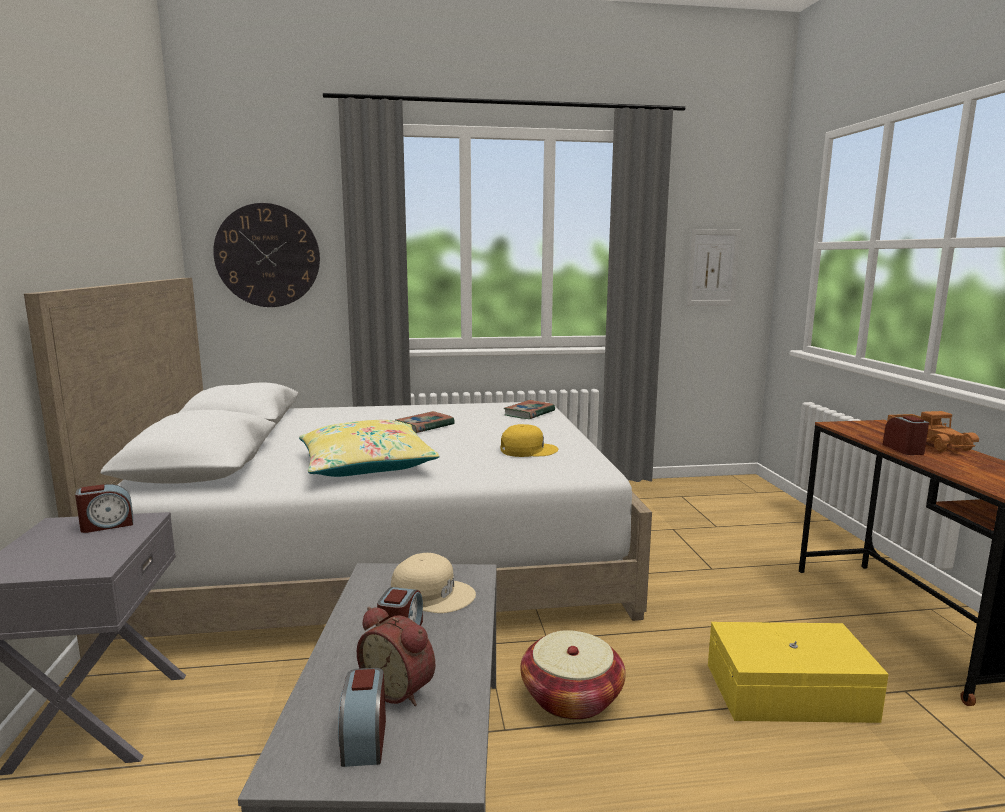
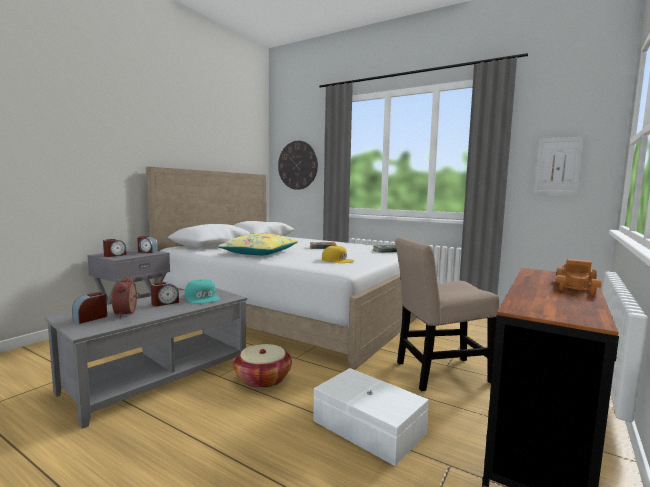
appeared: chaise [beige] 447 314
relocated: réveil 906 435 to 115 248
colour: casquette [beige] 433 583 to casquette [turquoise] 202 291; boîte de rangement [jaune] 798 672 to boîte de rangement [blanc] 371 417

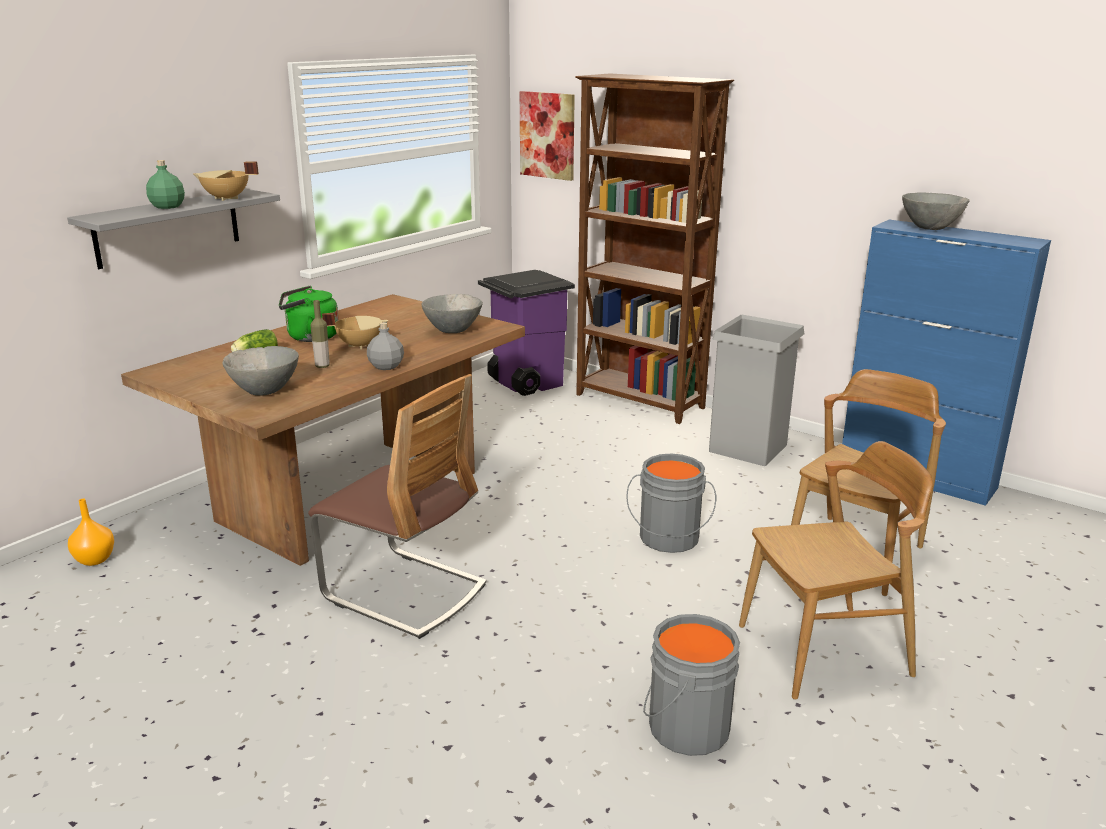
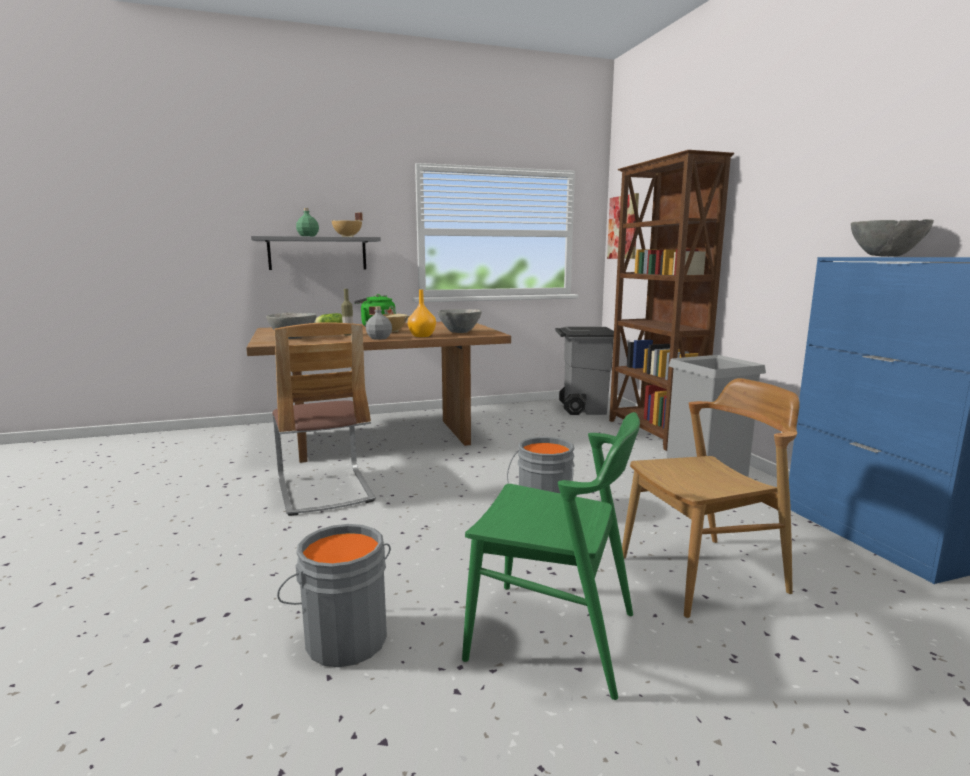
relocated: vase [orange] 91 532 to 422 313
colour: chaise [marron] 836 570 to chaise [vert] 551 556; poubelle [violet] 526 333 to poubelle [gris] 584 371

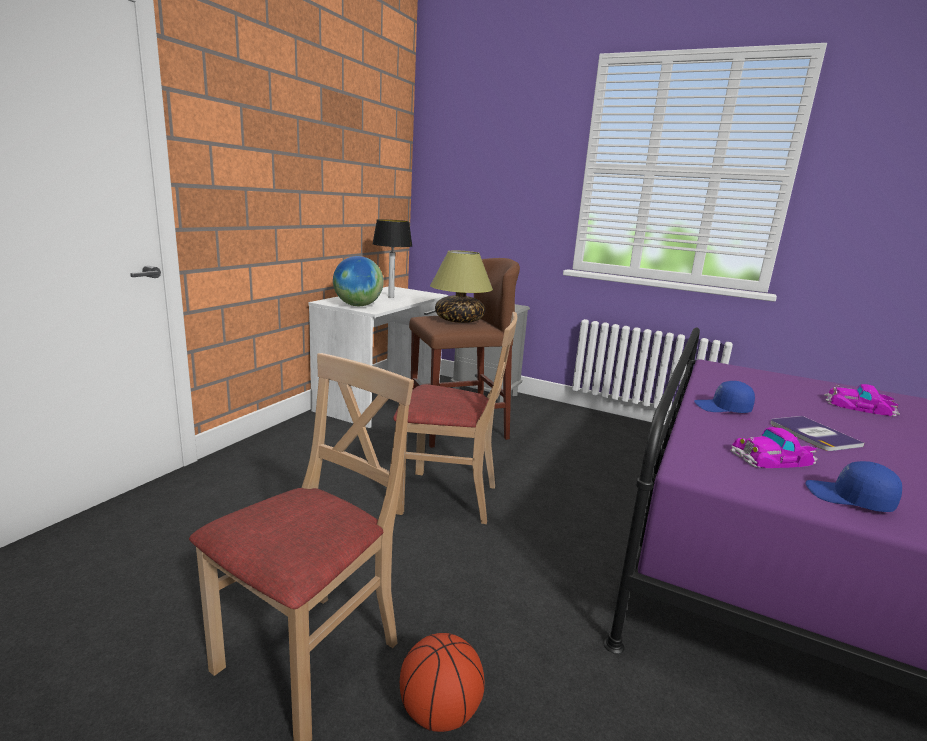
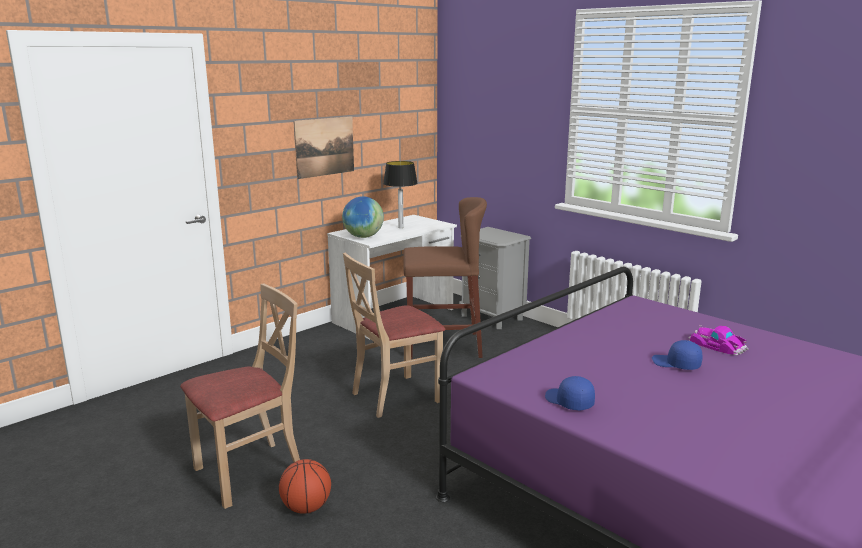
missing: lampe de table 461 286; petite voiture 774 447; livre 817 433
appeared: tableau 324 147
relocated: casquette [bleu] 724 397 to 677 355
spun: chaise [beige] 455 418 = 394 335 120 degrees clockwise

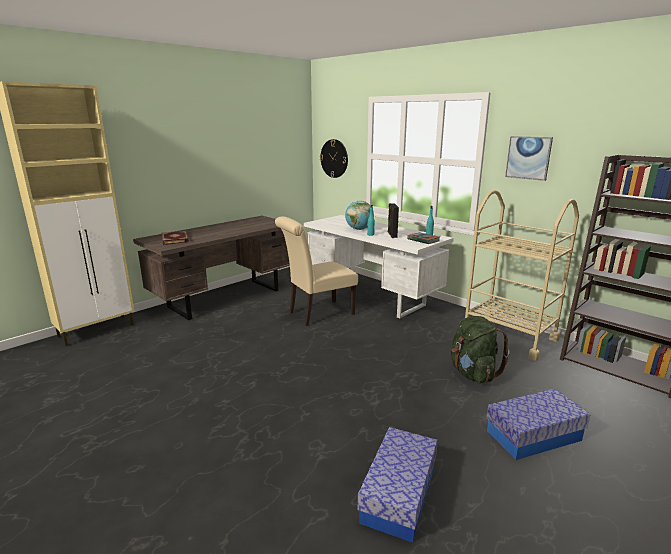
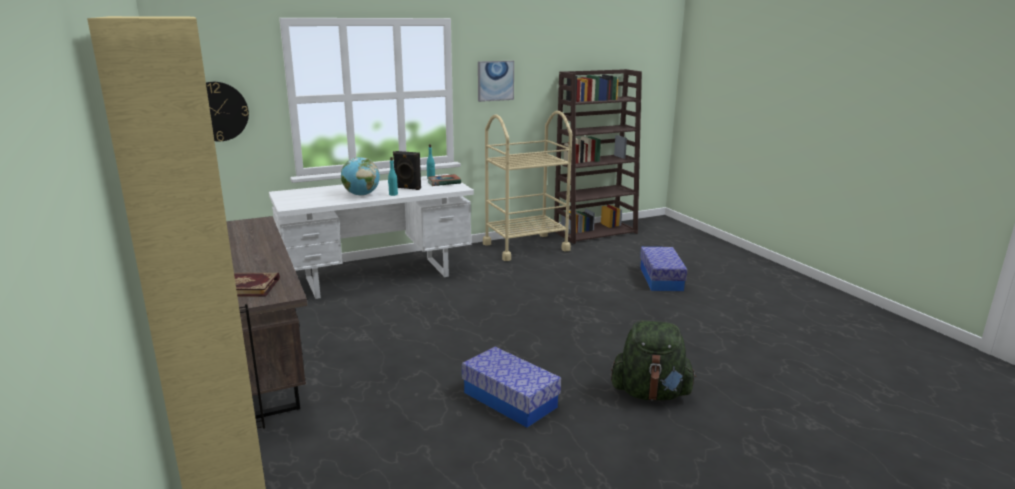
missing: chaise [beige] 316 271
relocated: boîte de rangement 397 484 to 511 387; sac à dos [vert] 480 349 to 654 361

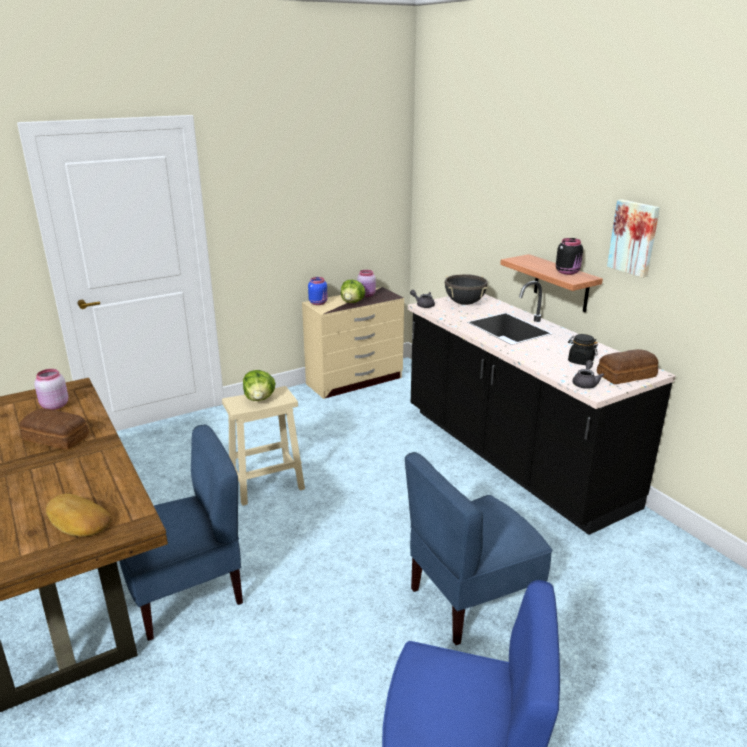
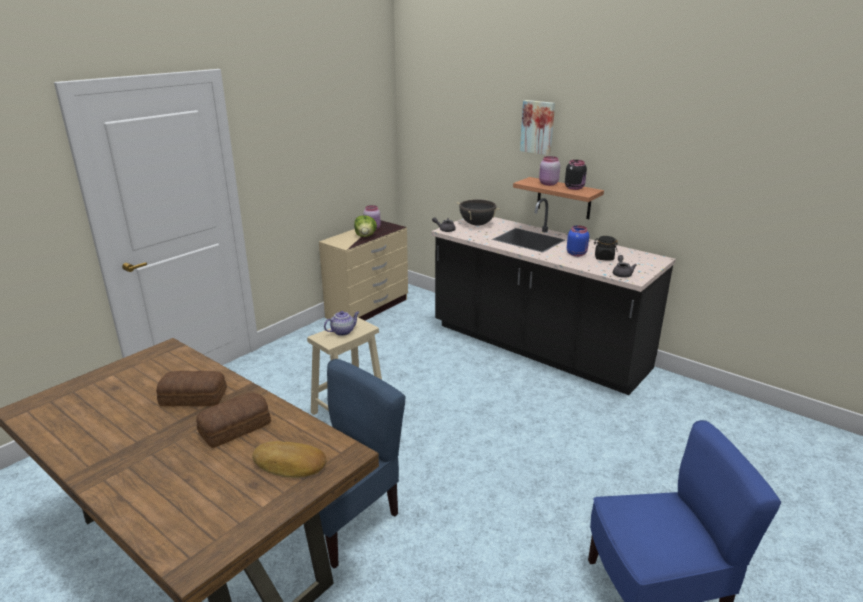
missing: chaise [bleu] 478 548
relocated: pain 627 366 to 233 420; tableau 633 238 to 537 127; bocal [rose] 51 389 to 549 171; bocal [bleu] 318 291 to 578 241
exchanged: laitue 259 385 to théière 341 323

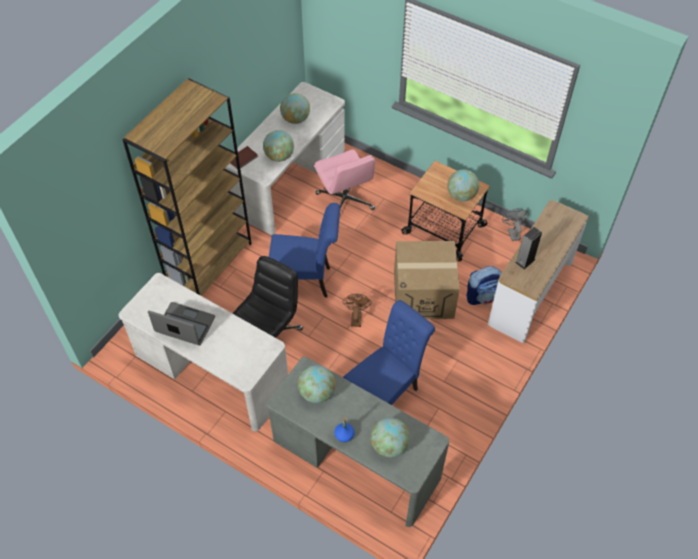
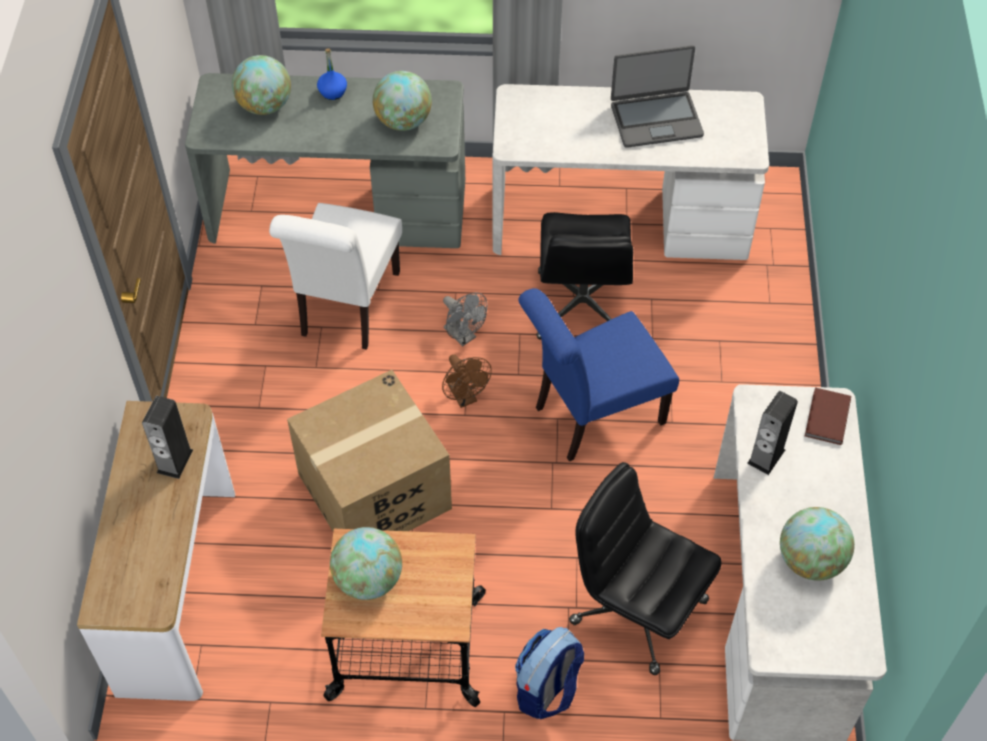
missing: bibliothèque [marron] 187 187
relocated: ventilateur [gris] 515 224 to 465 319; sac à dos 484 285 to 549 673
exchanged: globe 278 146 to enceinte 772 433
colour: chaise [bleu] 389 352 to chaise [blanc] 335 276; chaise de bureau [rose] 344 179 to chaise de bureau [noir] 645 568

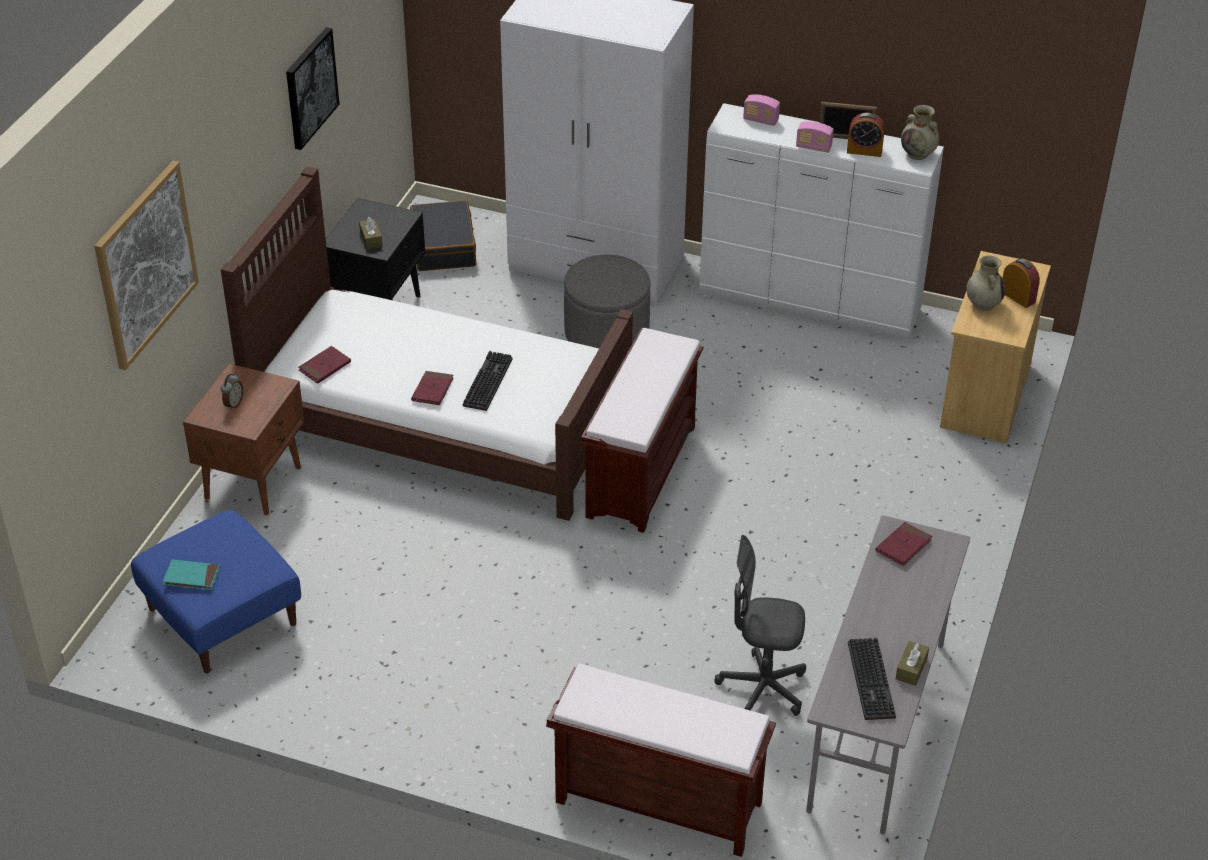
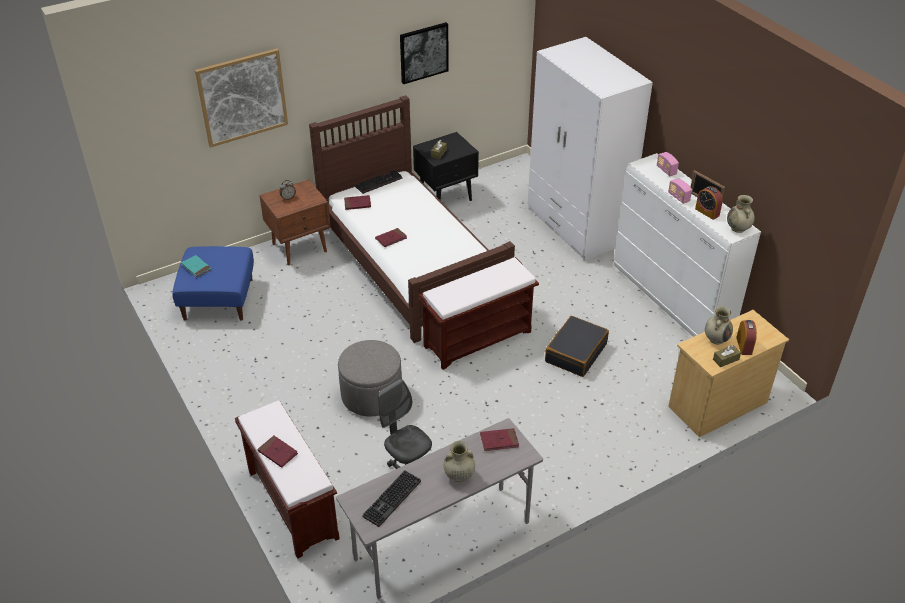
appeared: livre [rouge] 277 451; vase [beige] 459 461
relocated: pouf [gris] 607 301 to 370 378; clavier 487 381 to 379 181; valise [noir] 443 235 to 577 346; boîte à mouchoirs [marron] 912 663 to 727 356

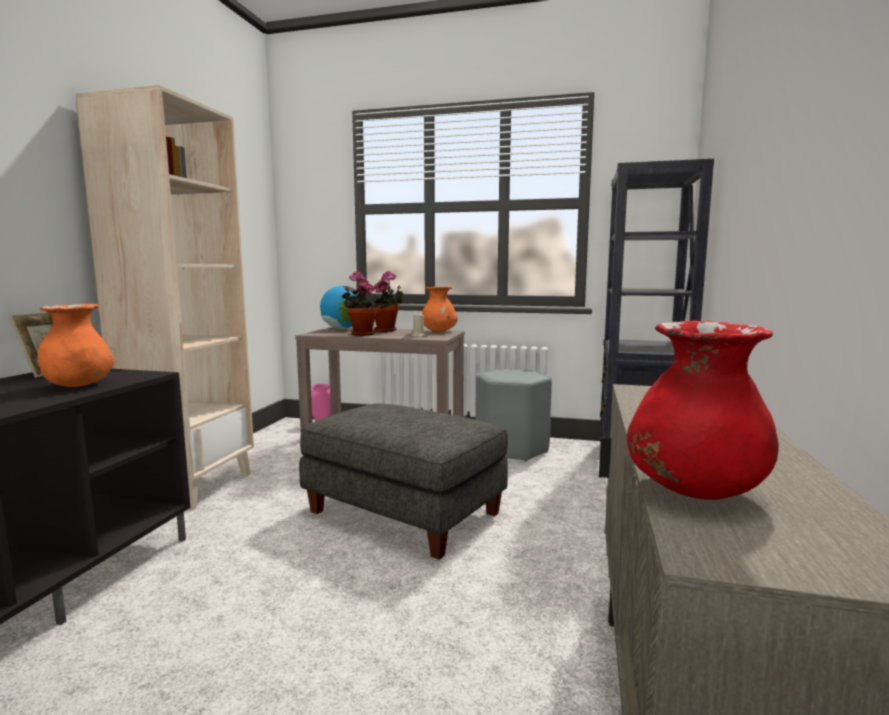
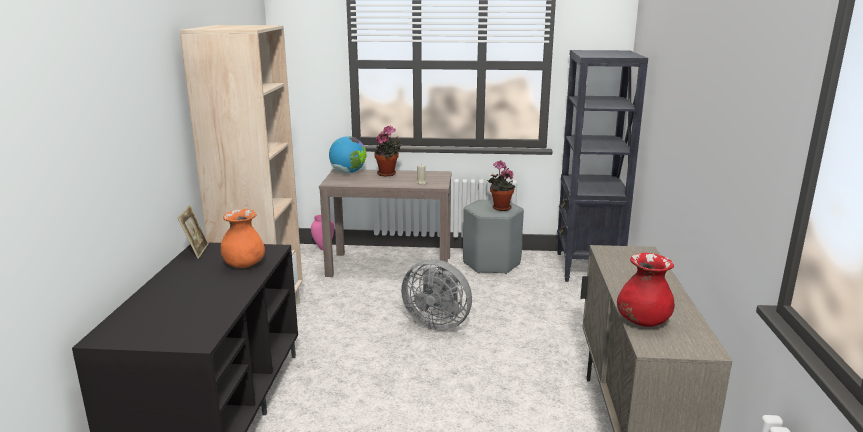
missing: vase [orange] 439 309
relocated: plante en pot 360 303 to 501 185
exchanged: pouf [gris] 403 481 to ventilateur [gris] 436 295

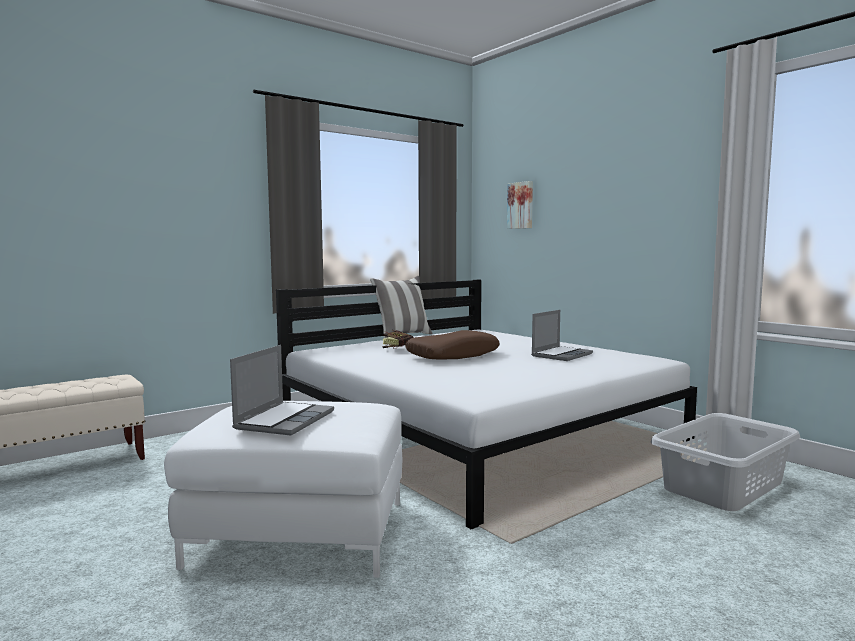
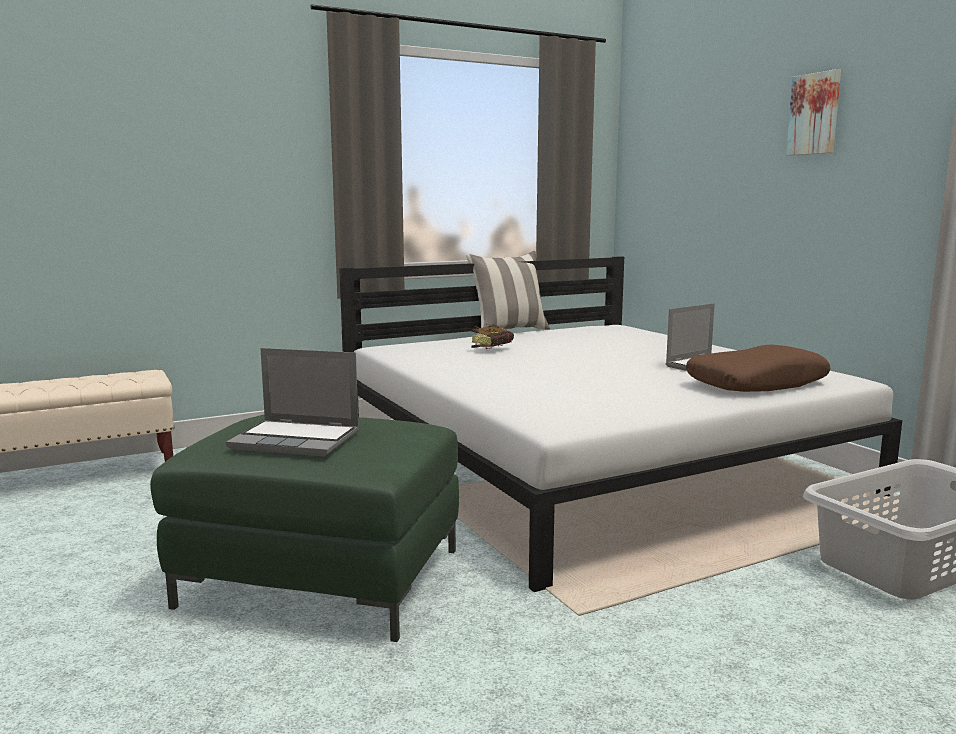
relocated: coussin [marron] 452 344 to 758 368; tableau 520 205 to 813 112
colour: pouf [blanc] 283 489 to pouf [vert] 304 528
spun: ordinateur portable 282 390 = 292 402 75 degrees clockwise

